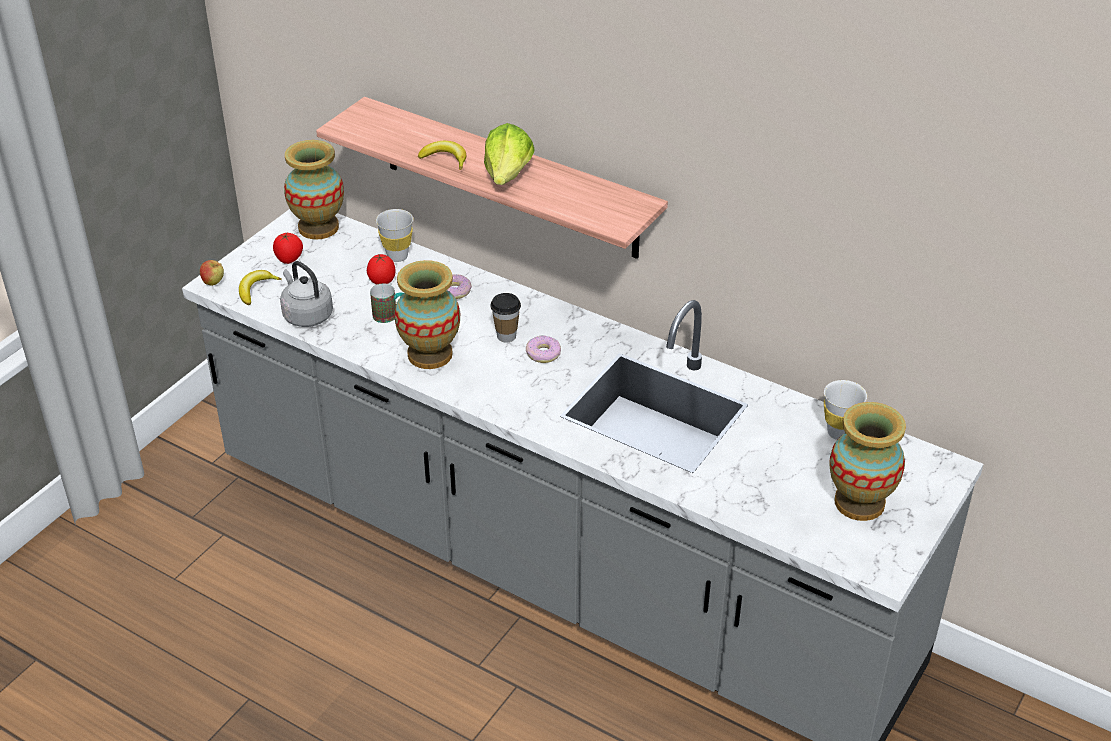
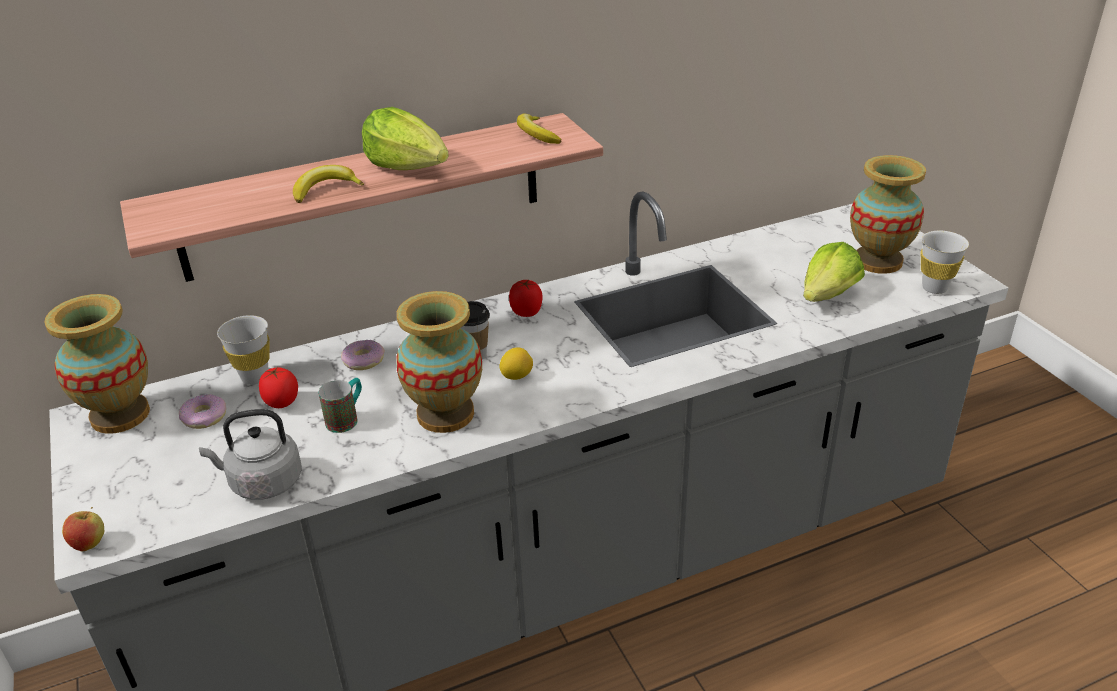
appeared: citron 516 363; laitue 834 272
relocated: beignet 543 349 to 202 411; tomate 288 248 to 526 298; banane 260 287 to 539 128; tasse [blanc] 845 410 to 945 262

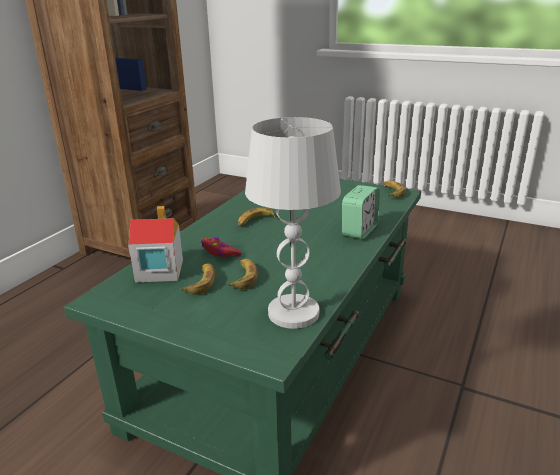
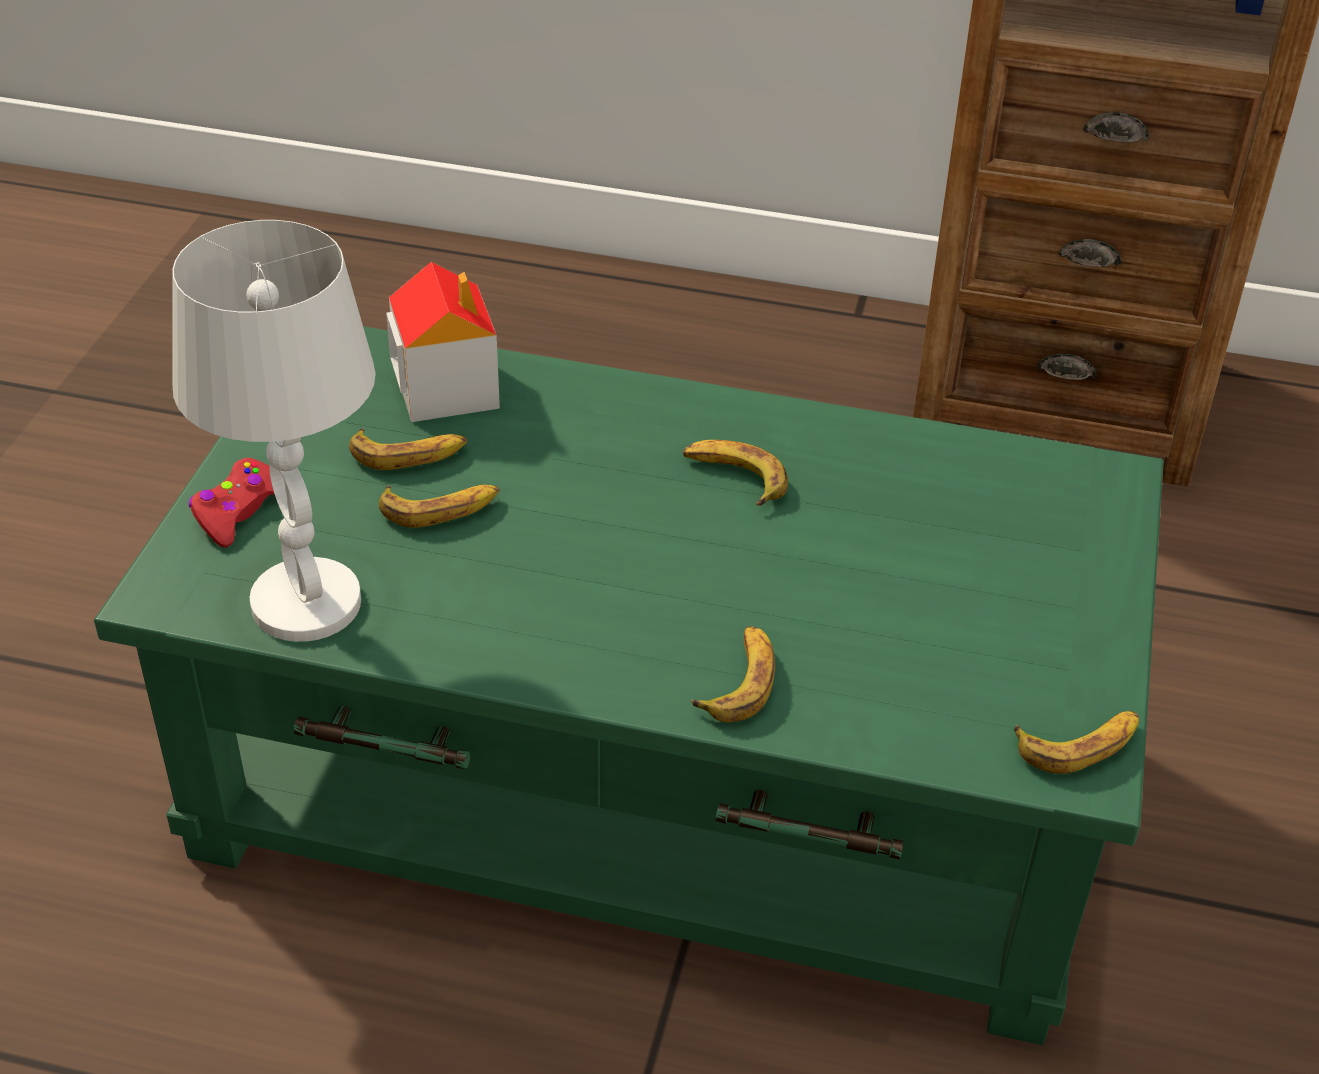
relocated: manette [rouge] 221 247 to 232 502
exchanged: réveil 361 212 to banane 733 674

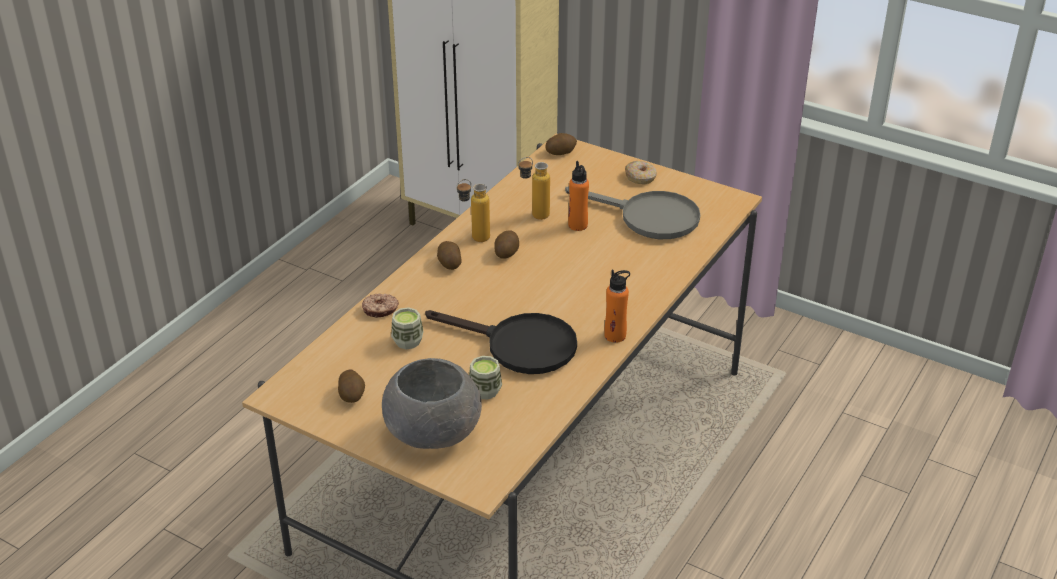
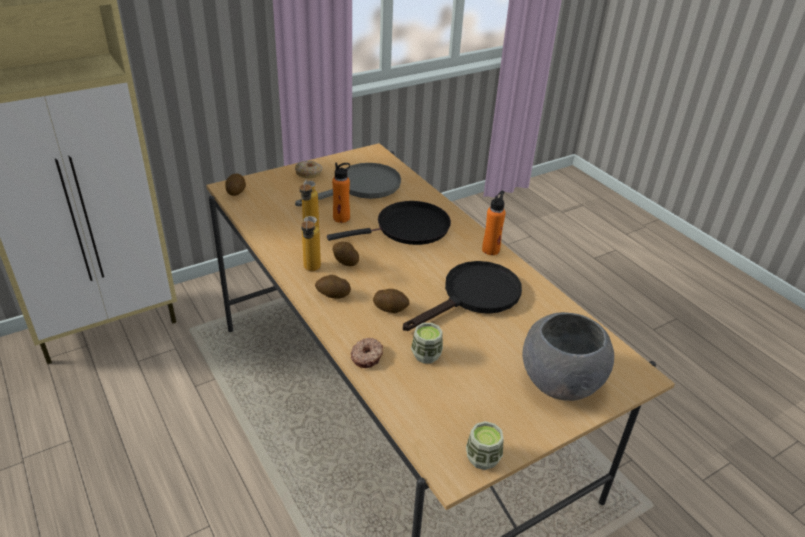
appeared: poêle [noir] 389 223
relocated: pomme de terre 351 386 to 391 301; tasse 485 378 to 485 445

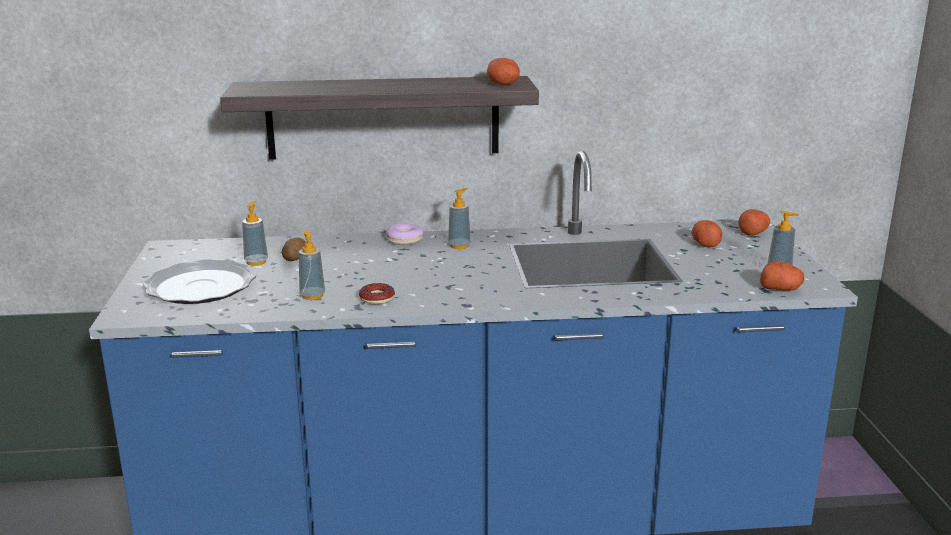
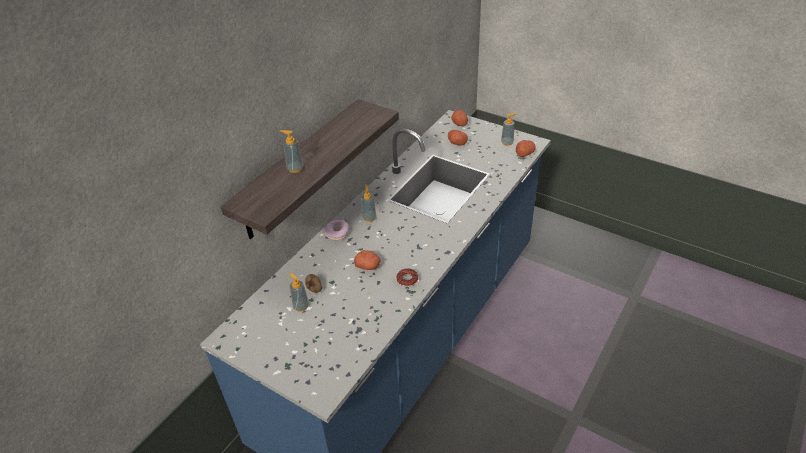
missing: assiette 199 281
relocated: distributeur de savon 311 265 to 292 151; pomme de terre 503 71 to 367 260

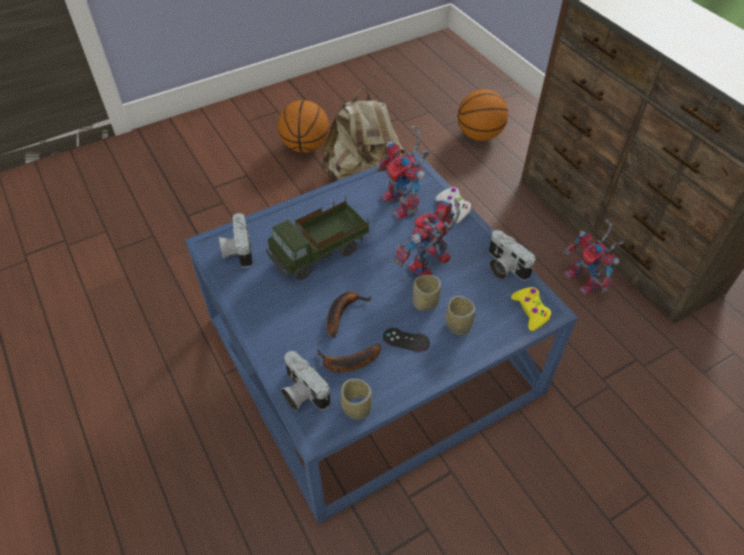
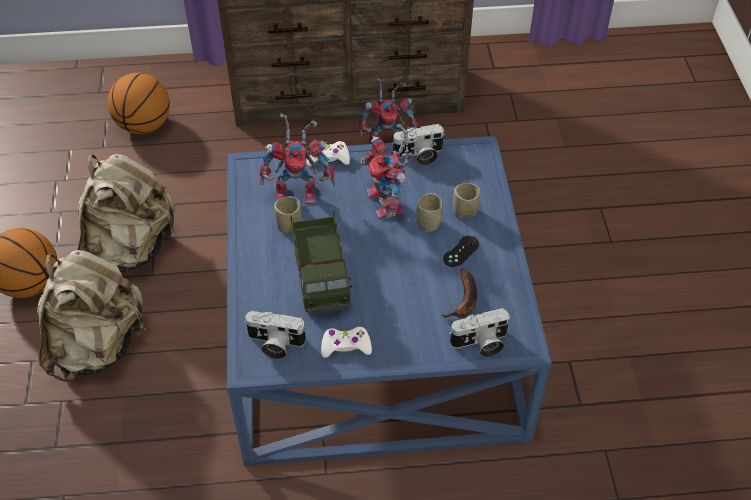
missing: banane 349 314; manette [jaune] 531 309
appeared: sac à dos [beige] 92 316; manette [blanc] 346 342
relocated: tasse 356 399 to 288 214

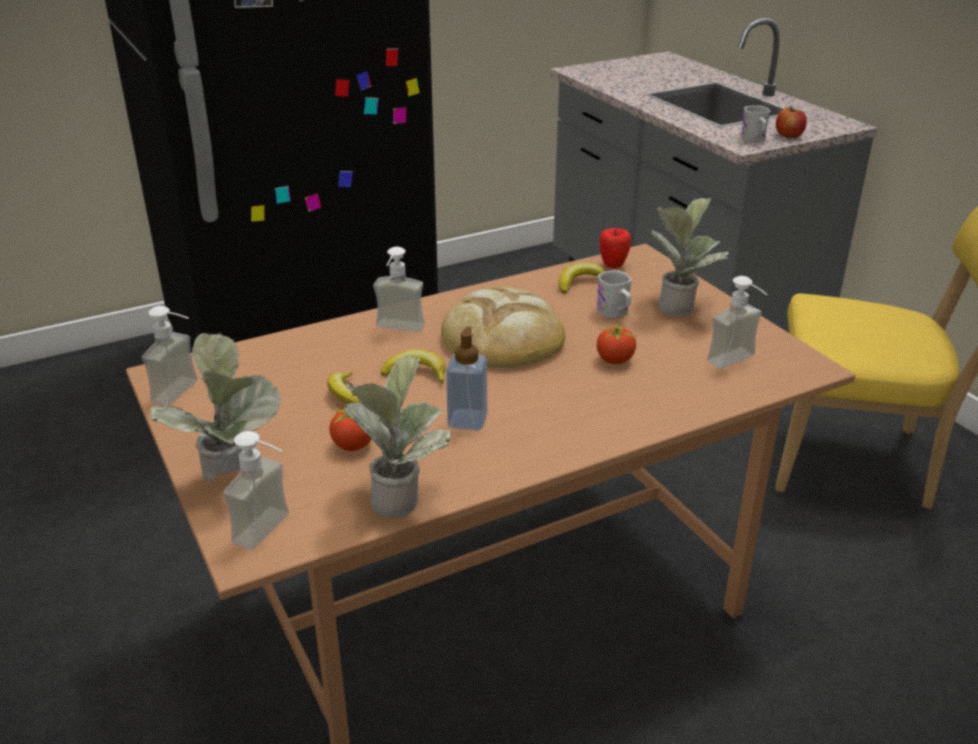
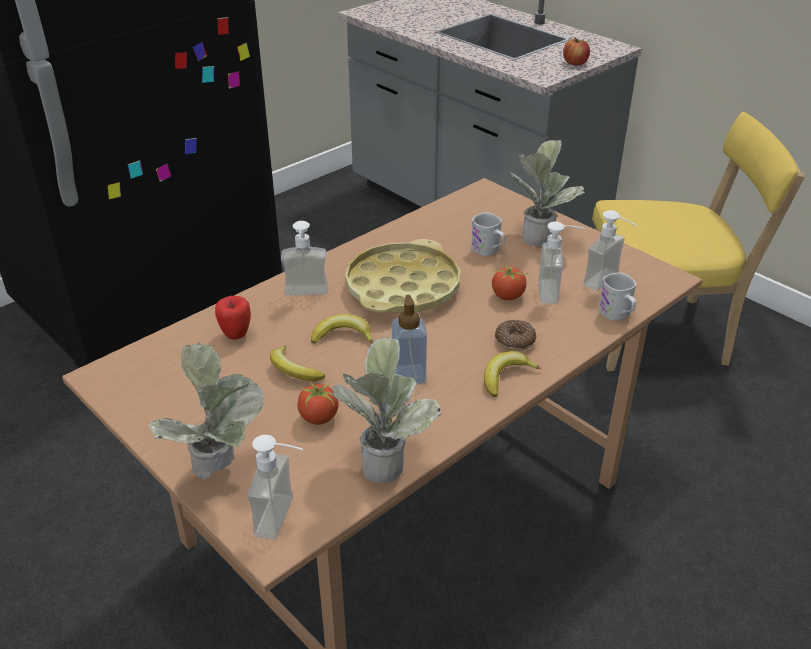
appeared: beignet 515 335
relocated: pomme 615 248 to 233 318; banane 581 278 to 512 374; distributeur de savon 170 356 to 561 262; mug [blanc] 755 123 to 618 297
exchanged: pain 503 326 to plateau [jaune] 403 276

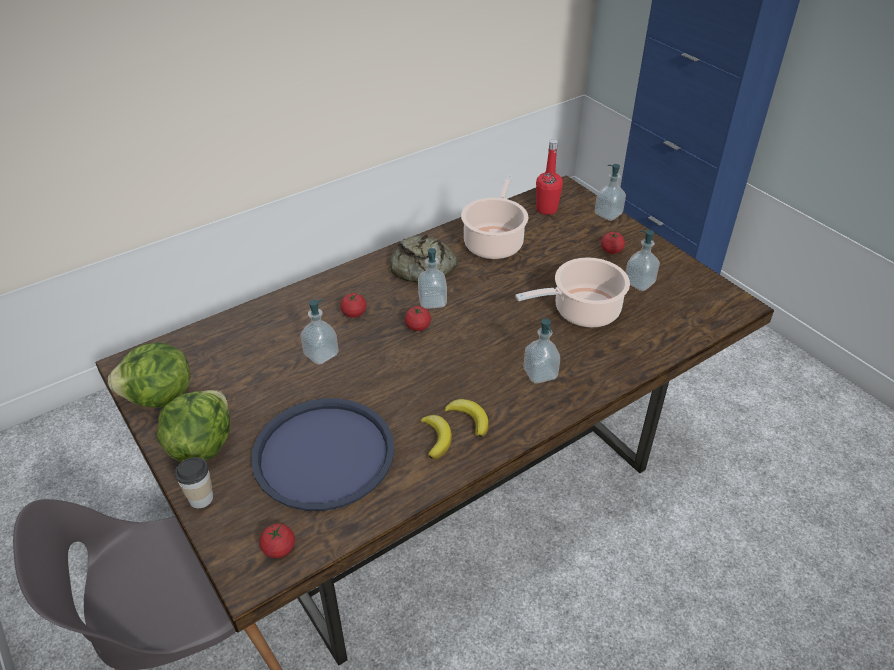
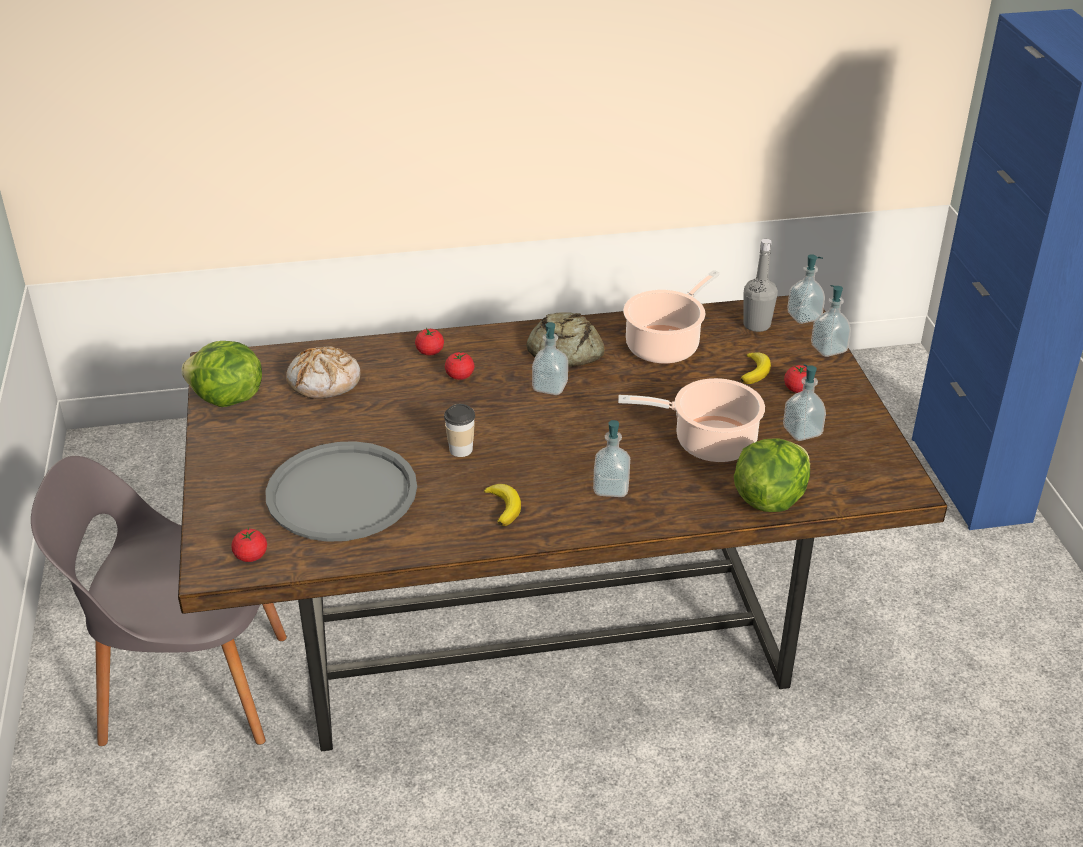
appeared: pain 323 372
relocated: tomate 418 318 to 429 342; tasse 194 482 to 459 430; laitue 193 426 to 772 475; banane 436 437 to 756 368; distributeur de savon 319 332 to 806 289
colour: plateau [bleu] 322 454 to plateau [gris] 341 491; bouteille [rouge] 549 177 to bouteille [gris] 760 285

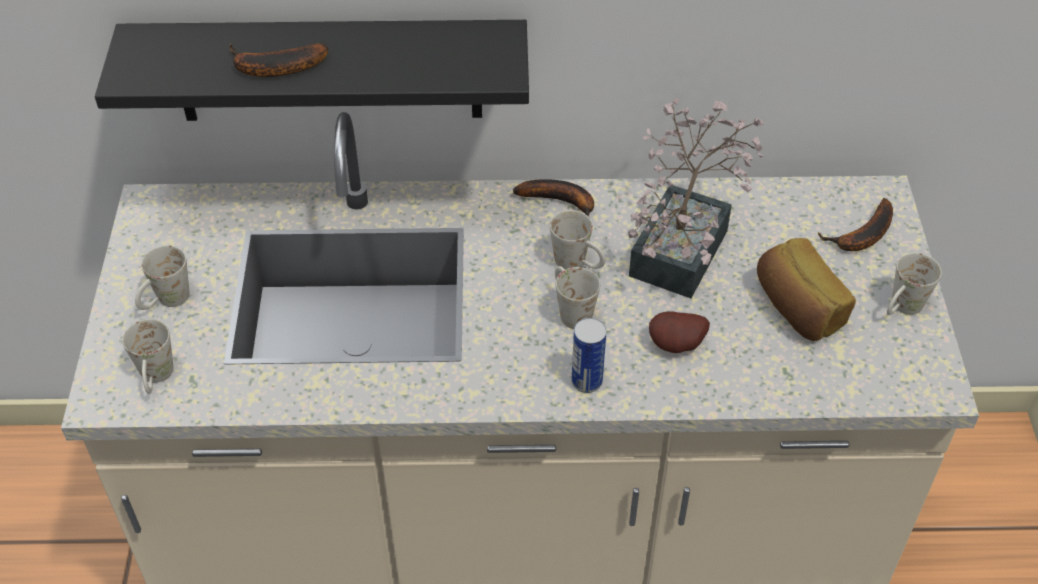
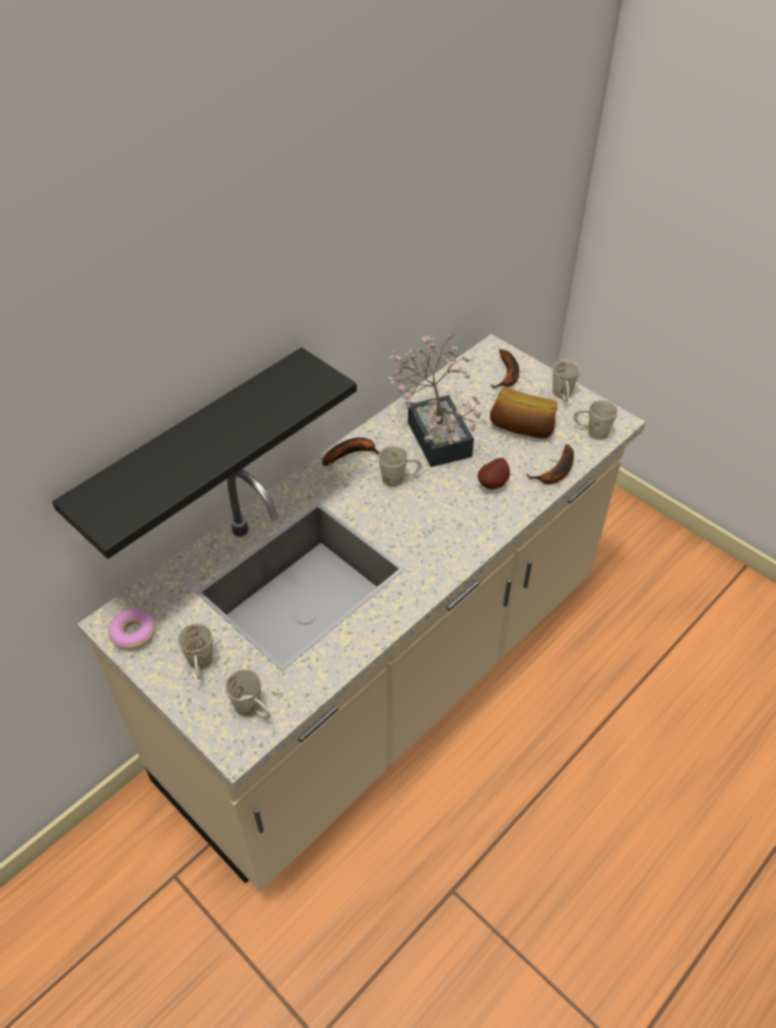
missing: boîte métallique 589 355
appeared: beignet 132 629
relocated: banane 279 60 to 550 464; mug [blanc] 577 297 to 595 420

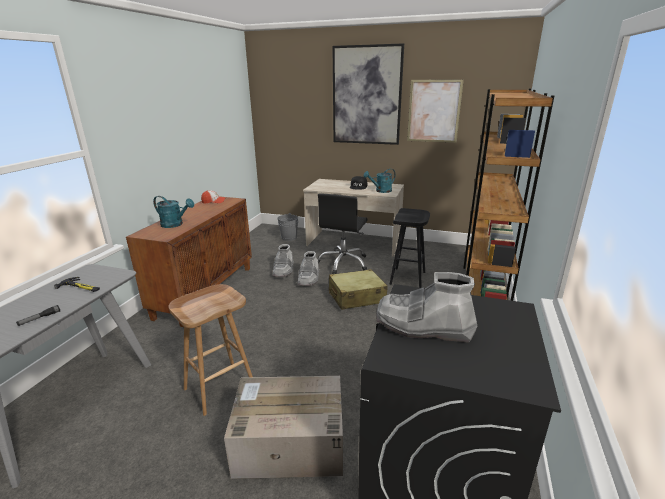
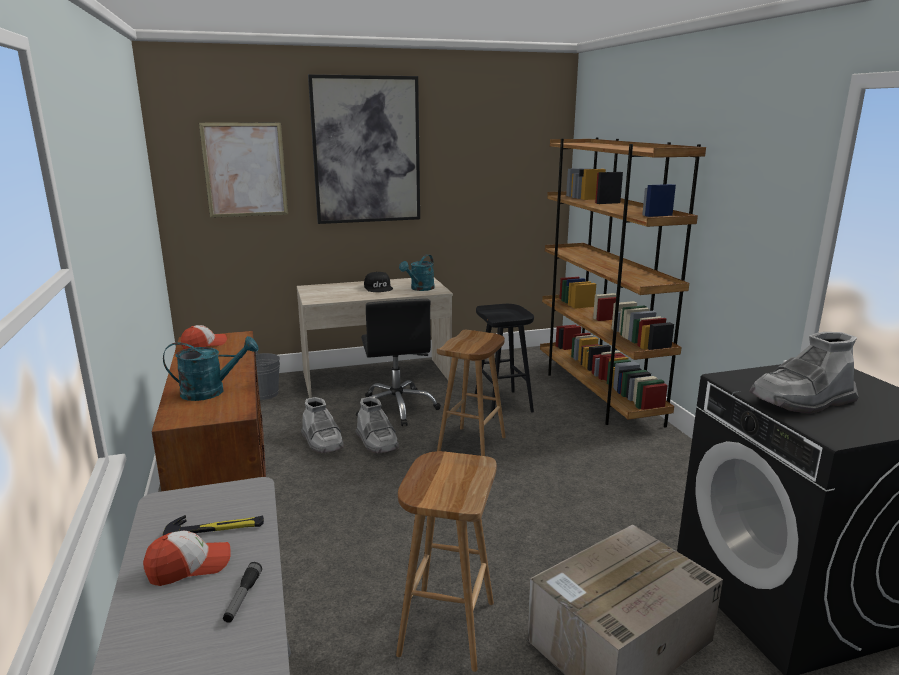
appeared: casquette 187 558
relocated: tableau 435 111 to 243 170
exchanged: valise [beige] 358 289 to tabouret [marron] 471 393

